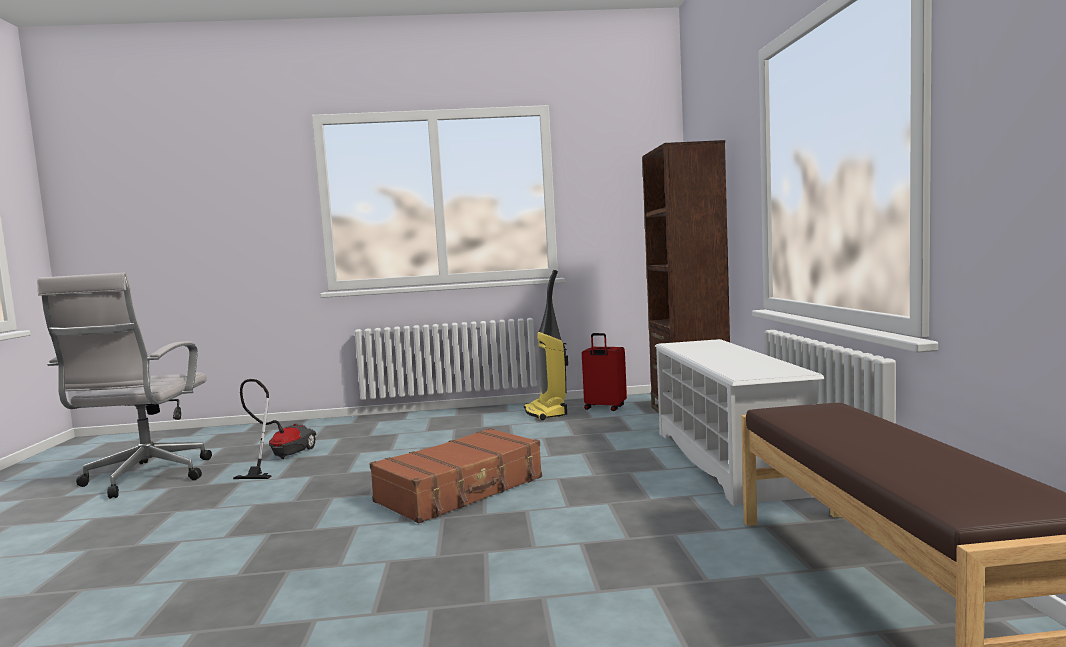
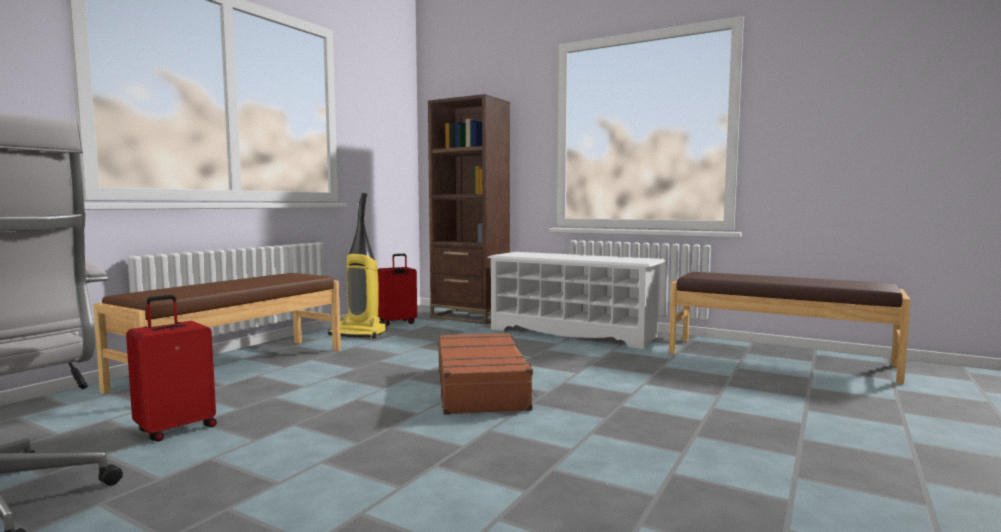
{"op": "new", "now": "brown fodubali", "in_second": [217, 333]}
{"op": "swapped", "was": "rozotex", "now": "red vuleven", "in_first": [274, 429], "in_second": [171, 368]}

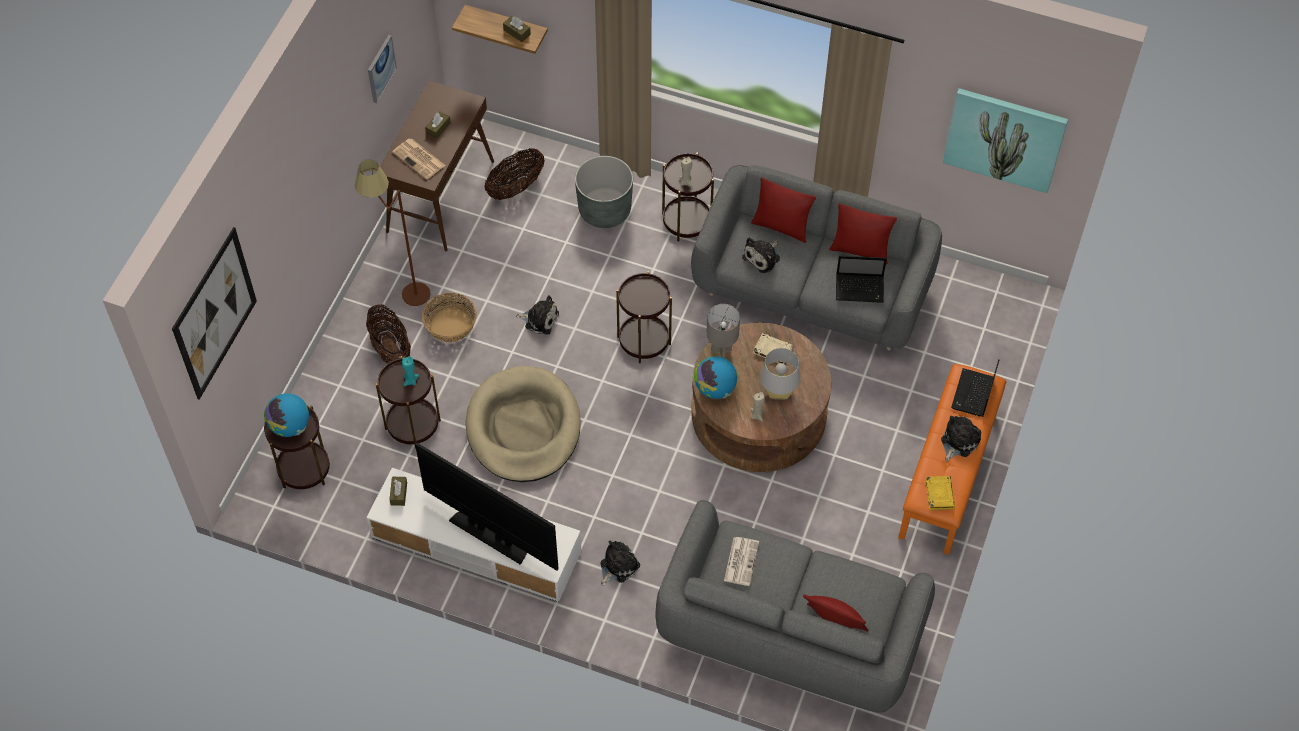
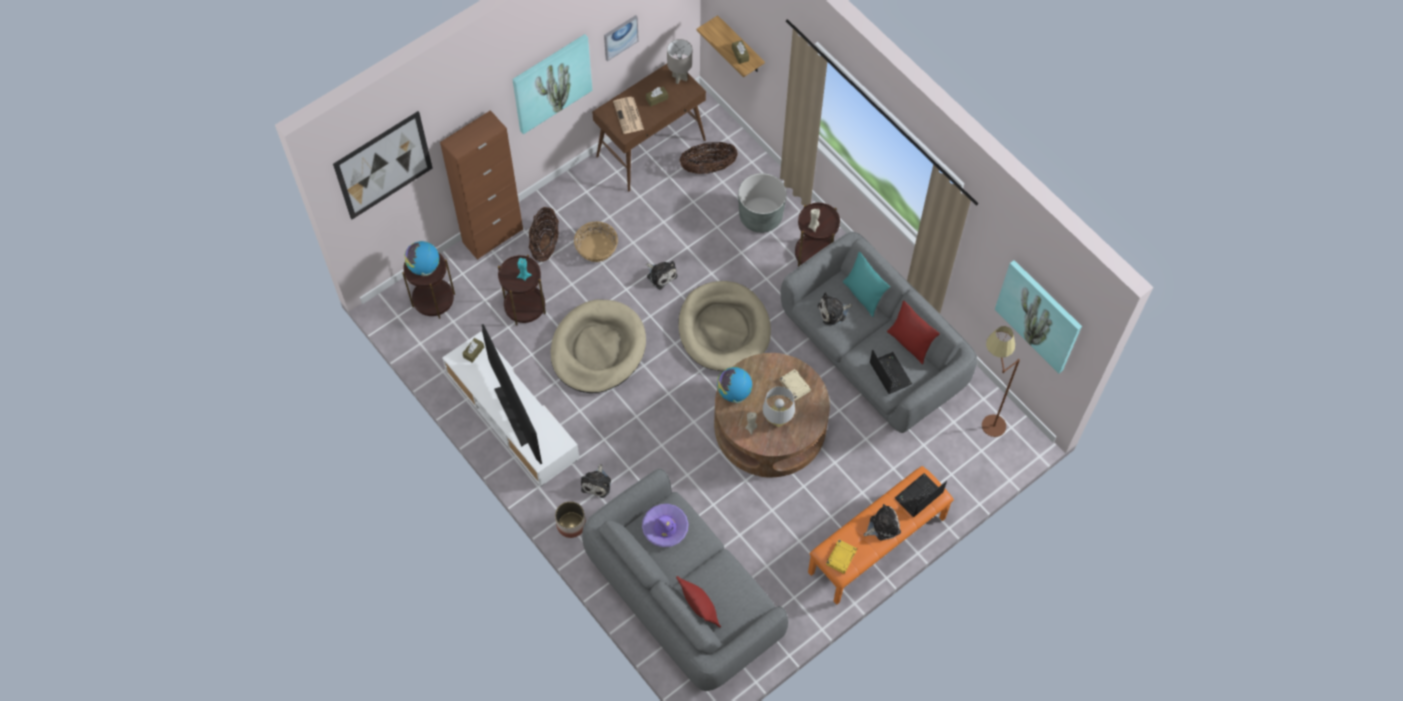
{"op": "new", "now": "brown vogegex", "in_second": [481, 185]}
{"op": "new", "now": "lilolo", "in_second": [552, 84]}
{"op": "new", "now": "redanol", "in_second": [570, 519]}
{"op": "rotated", "was": "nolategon", "in_first": [620, 563], "in_second": [596, 481], "clockwise": 120}
{"op": "swapped", "was": "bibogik", "now": "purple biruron", "in_first": [741, 561], "in_second": [665, 525]}
{"op": "shifted", "was": "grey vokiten", "in_first": [723, 331], "in_second": [679, 61]}
{"op": "swapped", "was": "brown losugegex", "now": "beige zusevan", "in_first": [644, 317], "in_second": [724, 326]}
{"op": "repainted", "was": "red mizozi", "now": "turquoise mizozi", "in_first": [783, 210], "in_second": [866, 284]}
{"op": "rotated", "was": "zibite", "in_first": [861, 279], "in_second": [891, 372], "clockwise": -150}
{"op": "shifted", "was": "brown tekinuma", "in_first": [393, 232], "in_second": [1001, 381]}

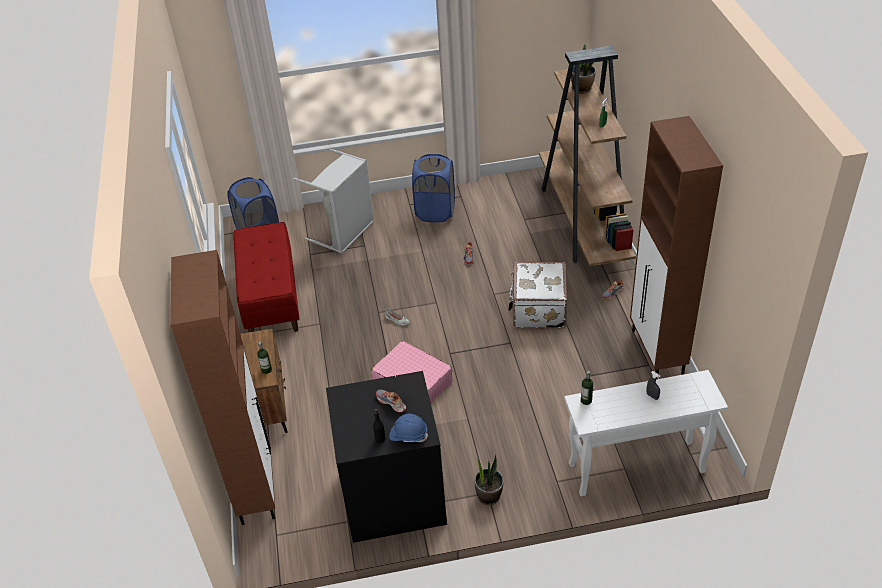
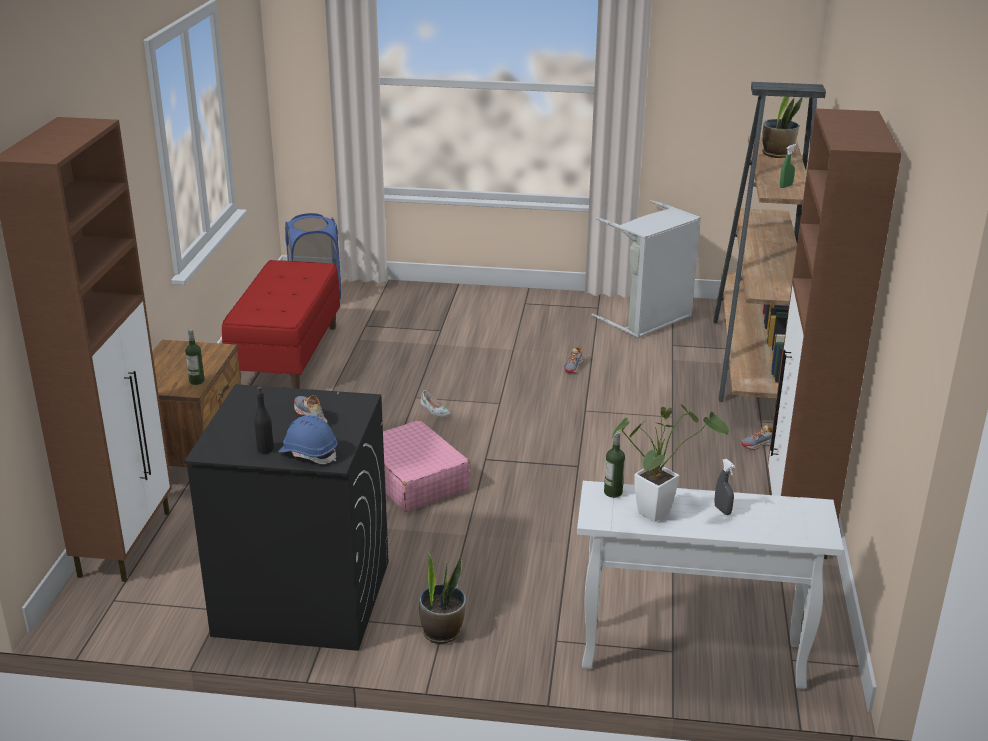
{"op": "shifted", "was": "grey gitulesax", "in_first": [333, 201], "in_second": [646, 269]}
{"op": "new", "now": "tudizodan", "in_second": [670, 463]}
{"op": "gone", "was": "blue gitulesax", "in_first": [433, 188]}
{"op": "gone", "was": "white vuleven", "in_first": [537, 295]}

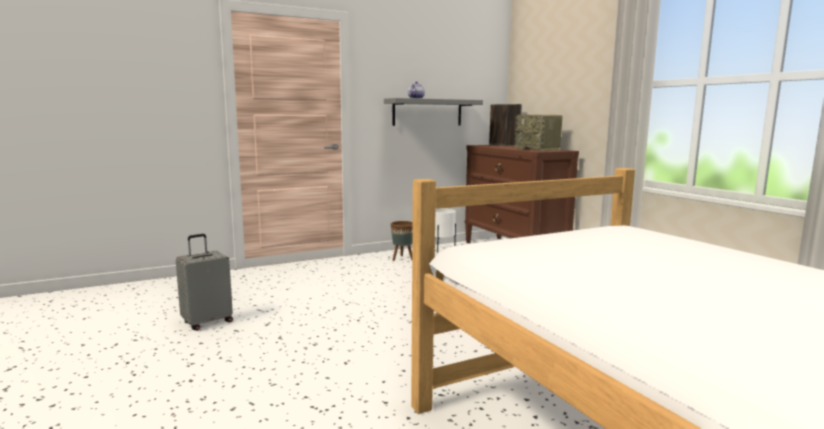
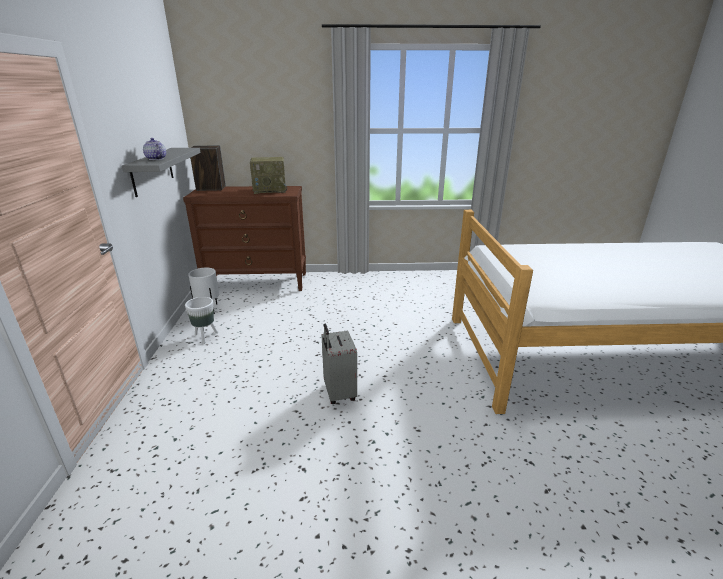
{"op": "repainted", "was": "brown redanol", "now": "white redanol", "in_first": [402, 241], "in_second": [201, 320]}
{"op": "shifted", "was": "grey vuleven", "in_first": [204, 282], "in_second": [339, 364]}

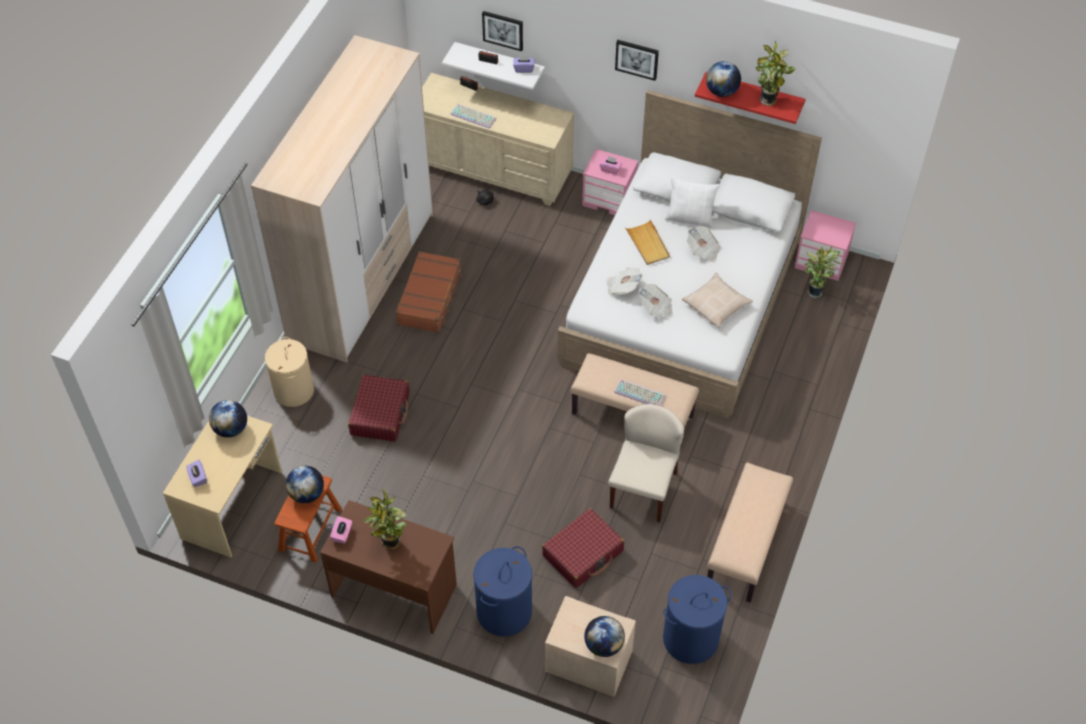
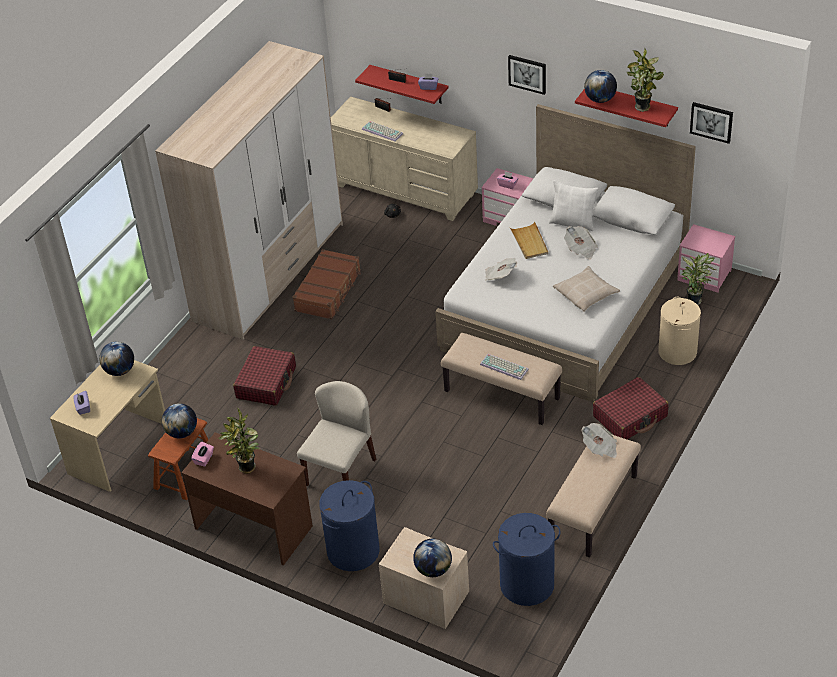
{"op": "shifted", "was": "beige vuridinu", "in_first": [646, 463], "in_second": [336, 434]}
{"op": "repainted", "was": "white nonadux", "now": "red nonadux", "in_first": [493, 66], "in_second": [401, 84]}
{"op": "shifted", "was": "bibogik", "in_first": [656, 300], "in_second": [599, 440]}
{"op": "shifted", "was": "red vuleven", "in_first": [583, 548], "in_second": [630, 408]}
{"op": "shifted", "was": "beige gitulesax", "in_first": [289, 372], "in_second": [679, 331]}
{"op": "shifted", "was": "lilolo", "in_first": [502, 31], "in_second": [711, 123]}

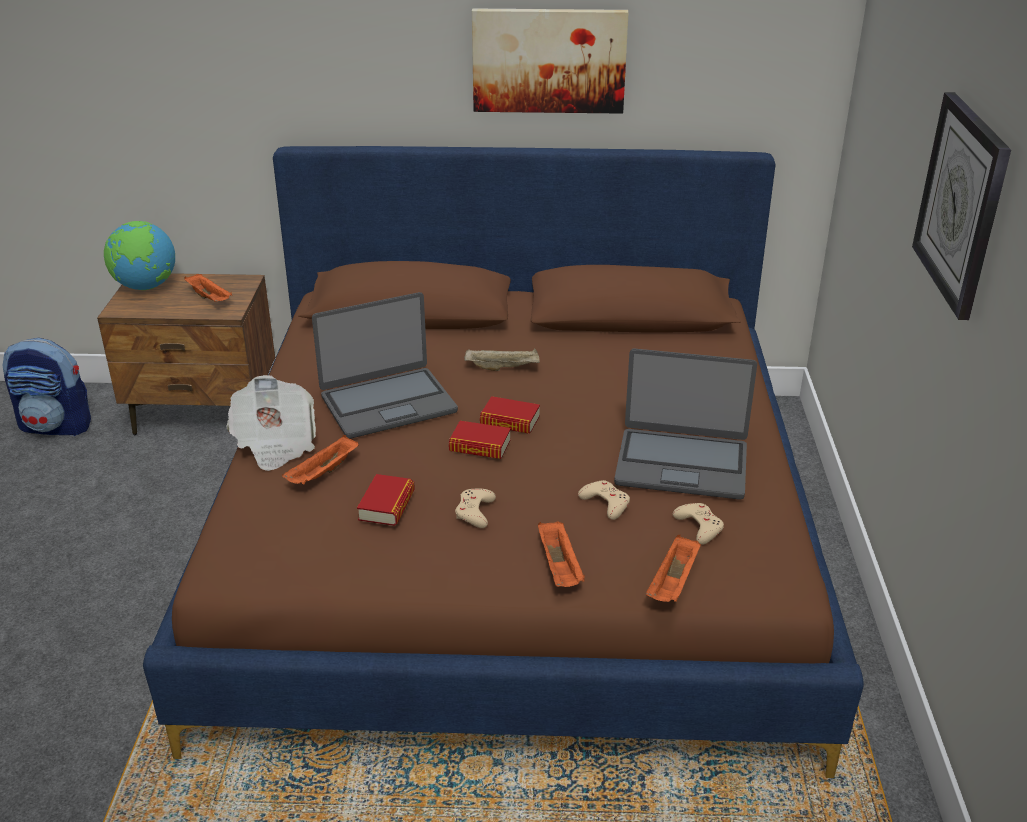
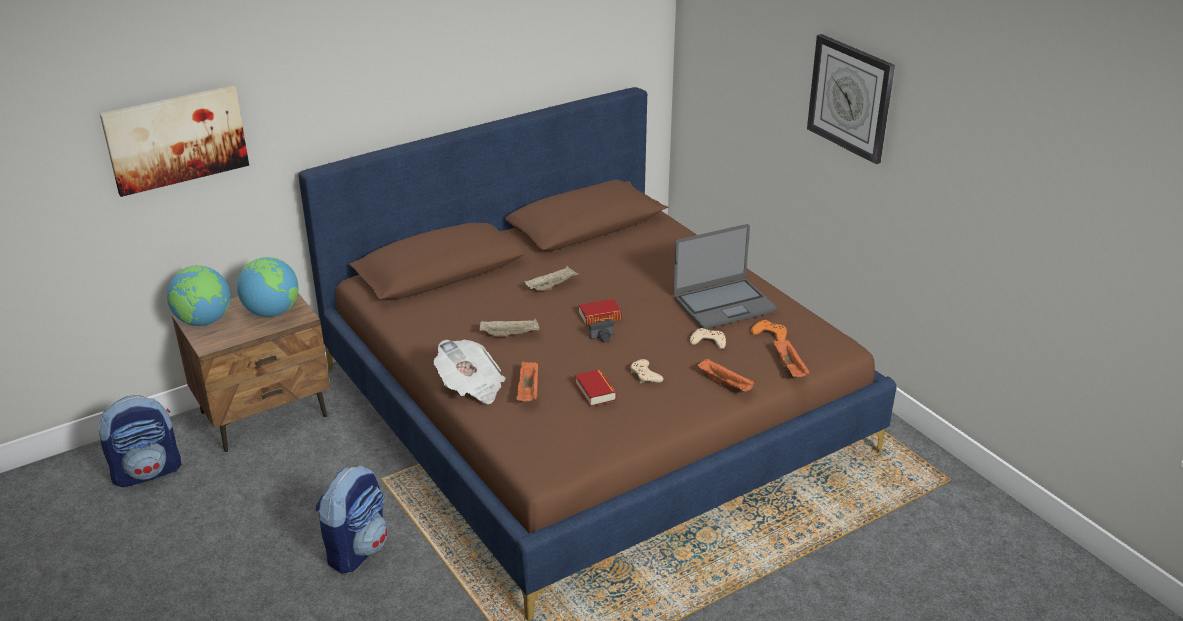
{"op": "shifted", "was": "lilolo", "in_first": [550, 61], "in_second": [174, 141]}
{"op": "swapped", "was": "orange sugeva", "now": "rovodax", "in_first": [208, 288], "in_second": [268, 287]}
{"op": "new", "now": "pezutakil", "in_second": [351, 519]}
{"op": "swapped", "was": "zibite", "now": "beige sugeva", "in_first": [385, 365], "in_second": [509, 328]}
{"op": "swapped", "was": "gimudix", "now": "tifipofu", "in_first": [480, 440], "in_second": [601, 330]}
{"op": "repainted", "was": "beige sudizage", "now": "orange sudizage", "in_first": [698, 524], "in_second": [769, 330]}

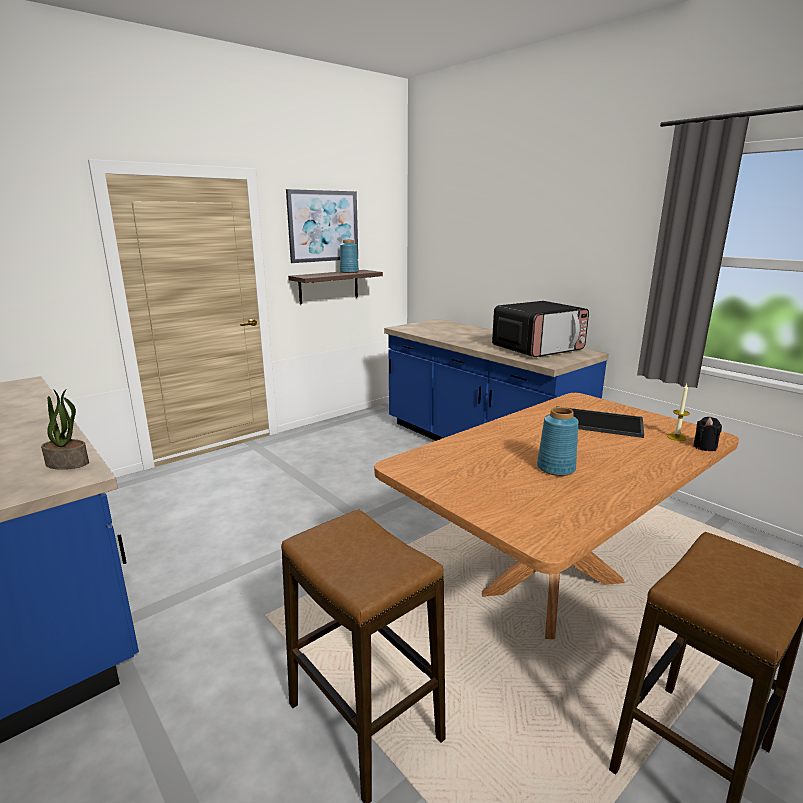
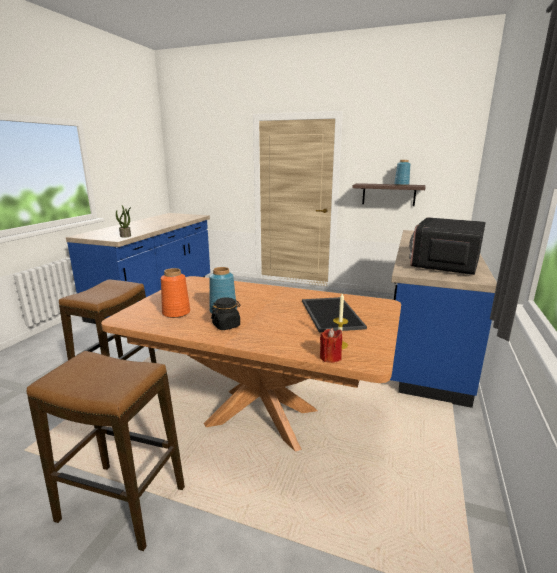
{"op": "new", "now": "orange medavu", "in_second": [175, 293]}
{"op": "new", "now": "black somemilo", "in_second": [226, 313]}
{"op": "repainted", "was": "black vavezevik", "now": "red vavezevik", "in_first": [707, 434], "in_second": [331, 345]}
{"op": "rotated", "was": "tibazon", "in_first": [540, 329], "in_second": [447, 246], "clockwise": 90}
{"op": "gone", "was": "lilolo", "in_first": [322, 226]}

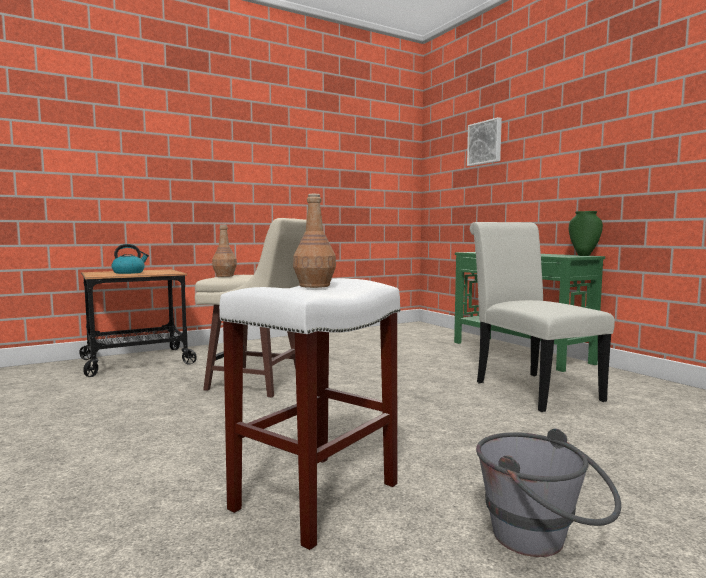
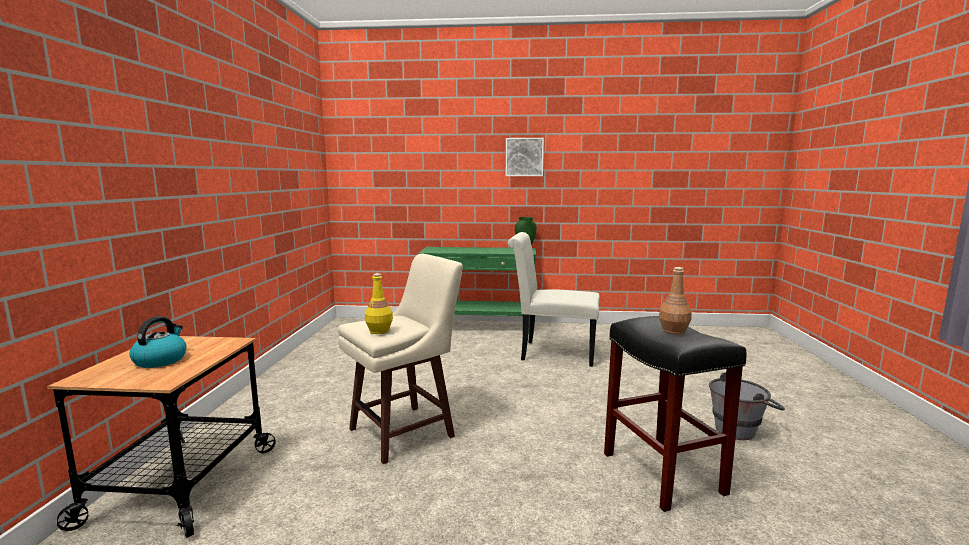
{"op": "repainted", "was": "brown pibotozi", "now": "yellow pibotozi", "in_first": [224, 251], "in_second": [379, 303]}
{"op": "shifted", "was": "lilolo", "in_first": [484, 141], "in_second": [525, 157]}
{"op": "repainted", "was": "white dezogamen", "now": "black dezogamen", "in_first": [309, 414], "in_second": [675, 414]}

